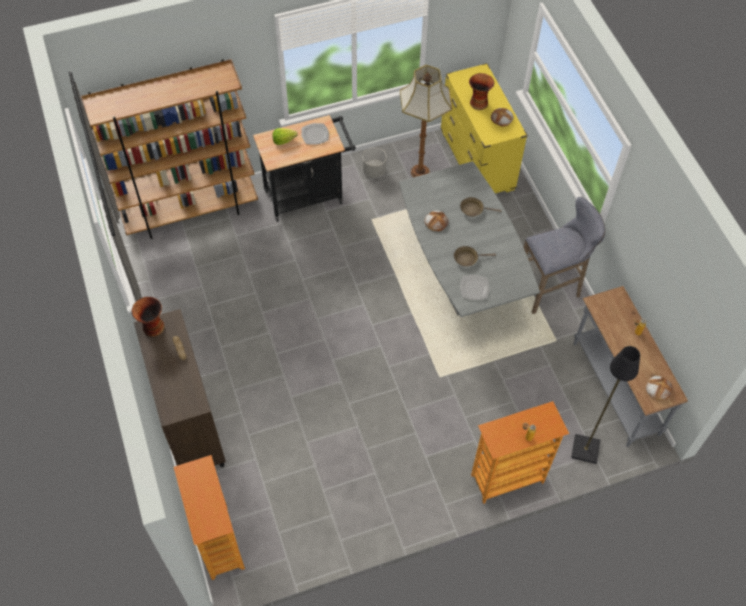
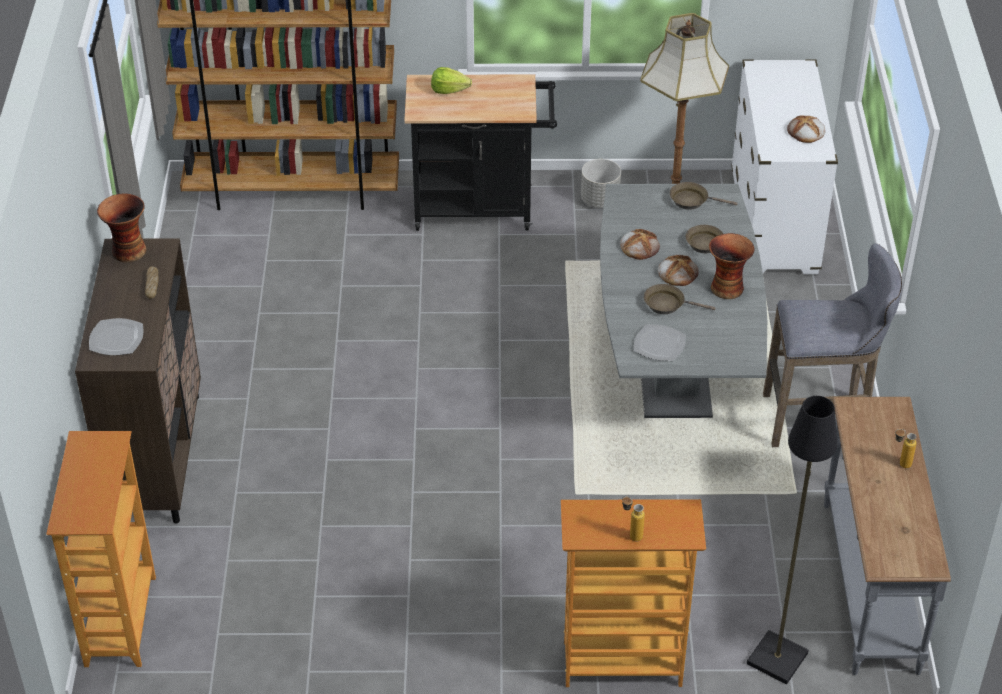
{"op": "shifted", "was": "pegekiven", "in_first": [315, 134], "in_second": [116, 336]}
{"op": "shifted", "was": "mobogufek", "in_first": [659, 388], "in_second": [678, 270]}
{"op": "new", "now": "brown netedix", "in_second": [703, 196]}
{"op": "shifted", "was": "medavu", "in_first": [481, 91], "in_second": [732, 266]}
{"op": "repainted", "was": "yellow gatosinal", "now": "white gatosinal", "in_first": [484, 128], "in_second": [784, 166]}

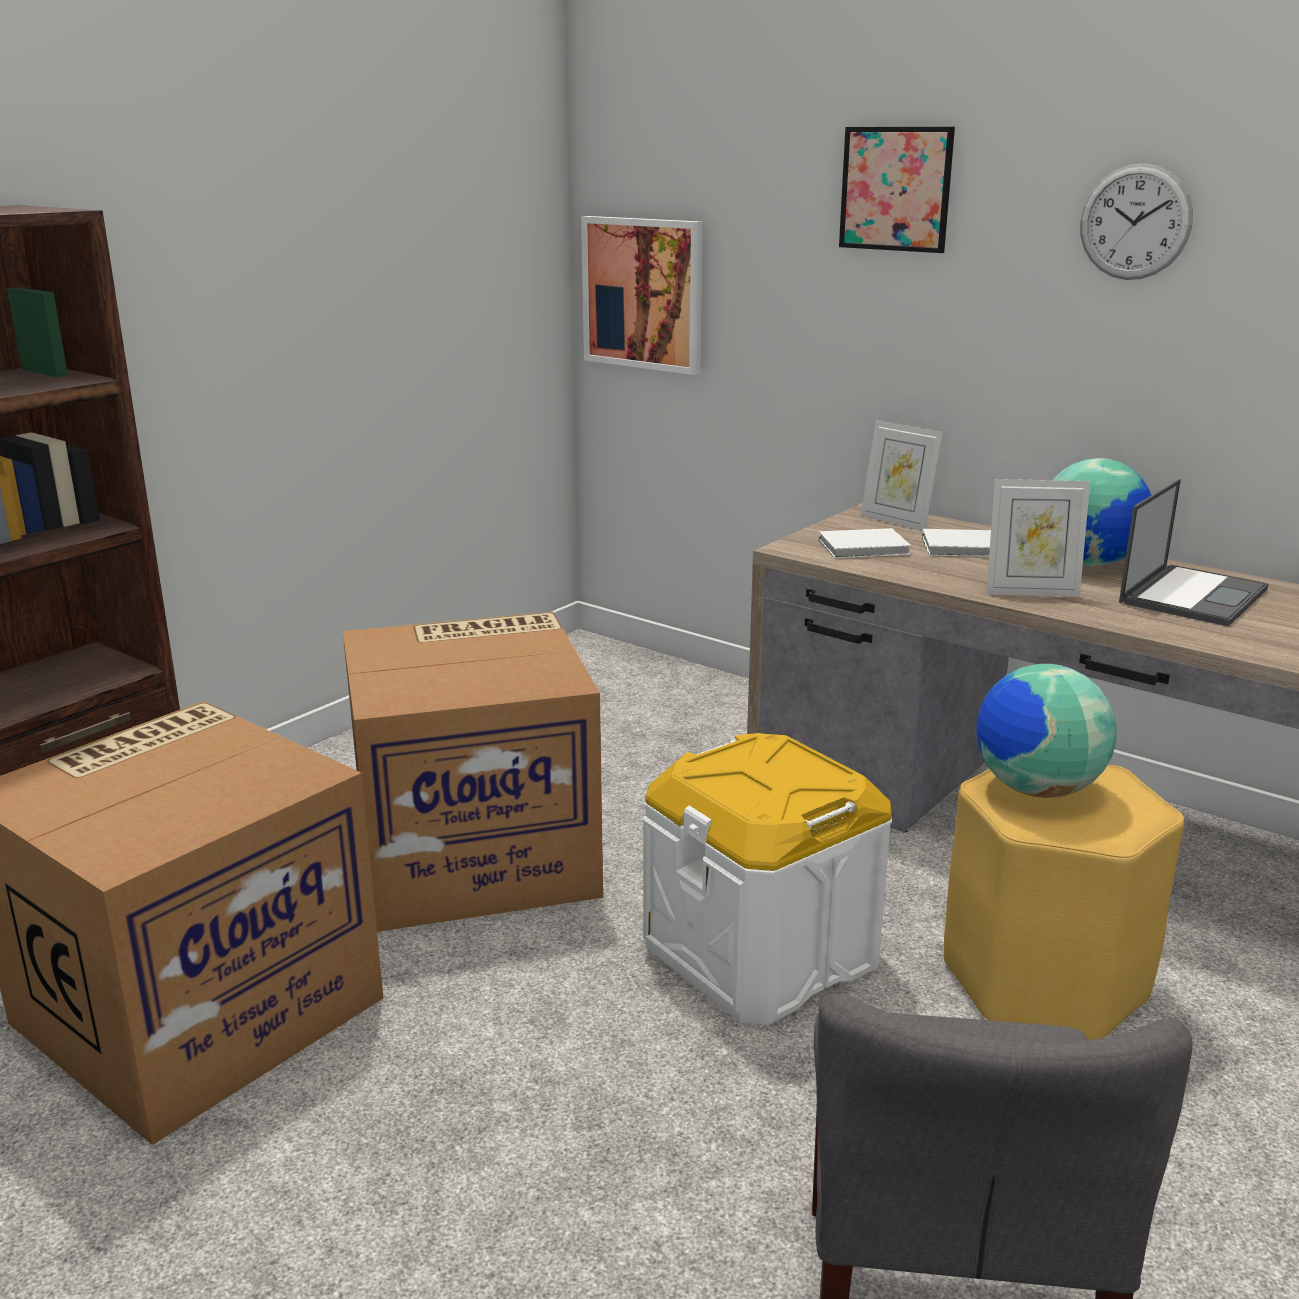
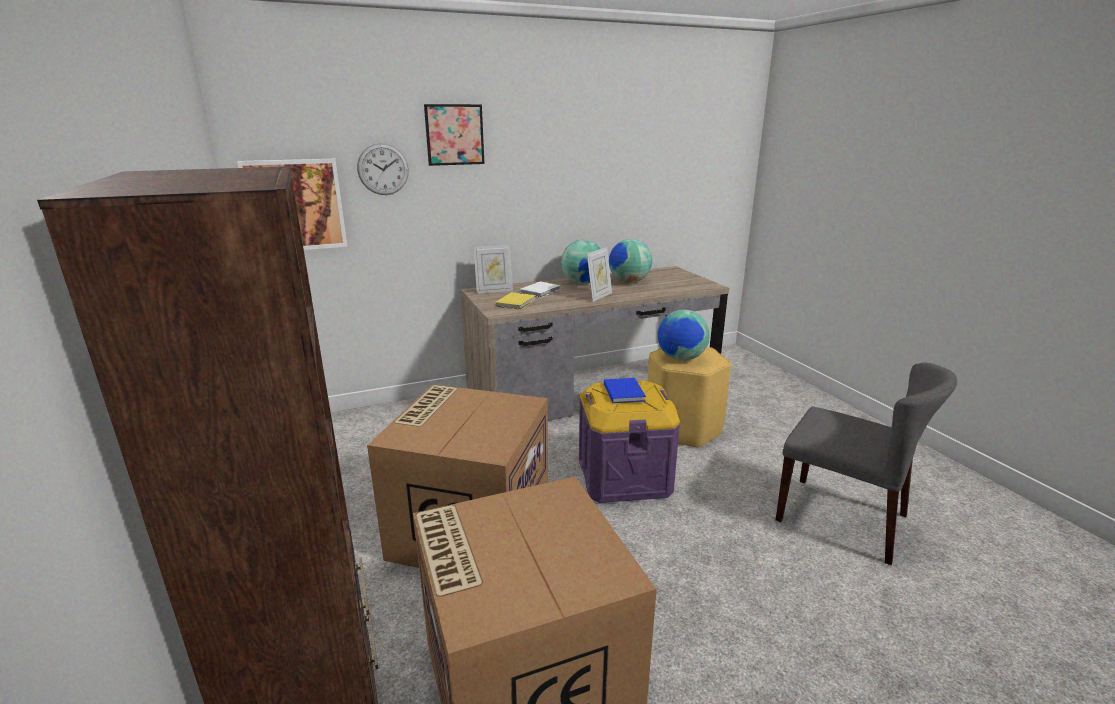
{"op": "shifted", "was": "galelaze", "in_first": [1136, 221], "in_second": [383, 169]}
{"op": "repainted", "was": "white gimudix", "now": "yellow gimudix", "in_first": [865, 543], "in_second": [515, 301]}
{"op": "repainted", "was": "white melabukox", "now": "purple melabukox", "in_first": [767, 879], "in_second": [629, 441]}
{"op": "new", "now": "blue gimudix", "in_second": [625, 390]}
{"op": "swapped", "was": "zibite", "now": "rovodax", "in_first": [1193, 553], "in_second": [630, 261]}

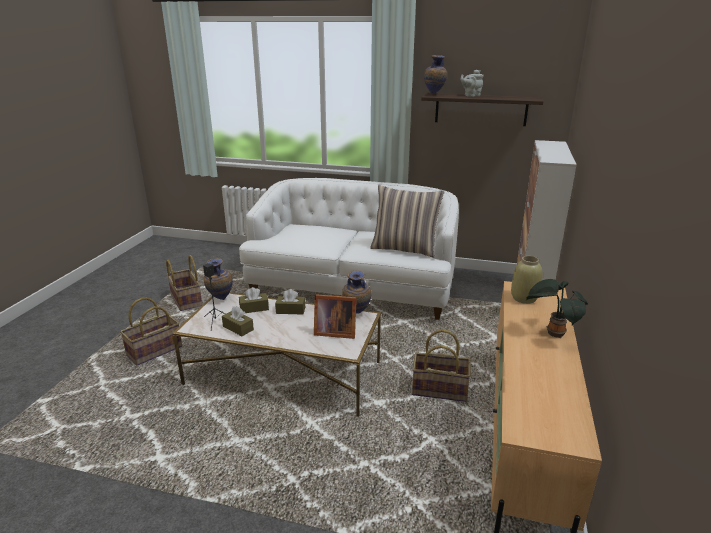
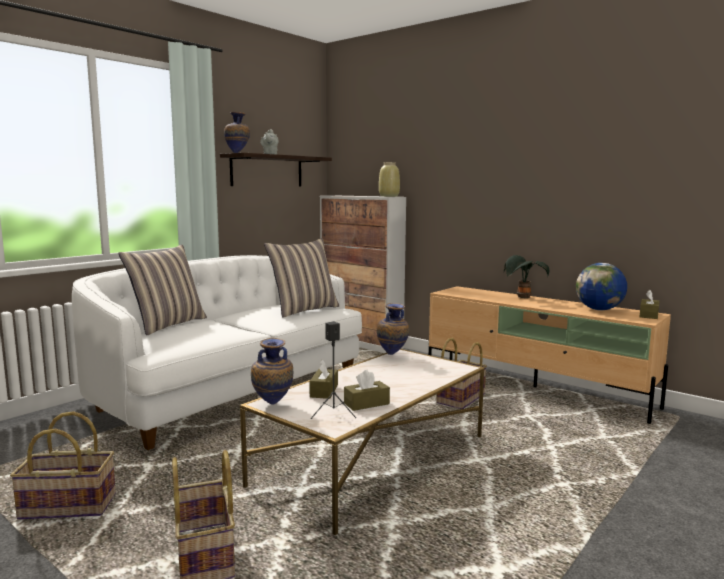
{"op": "new", "now": "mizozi", "in_second": [163, 290]}
{"op": "shifted", "was": "beige medavu", "in_first": [526, 280], "in_second": [389, 179]}
{"op": "new", "now": "rovodax", "in_second": [601, 287]}
{"op": "shifted", "was": "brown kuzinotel", "in_first": [290, 302], "in_second": [649, 304]}
{"op": "gone", "was": "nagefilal", "in_first": [335, 316]}

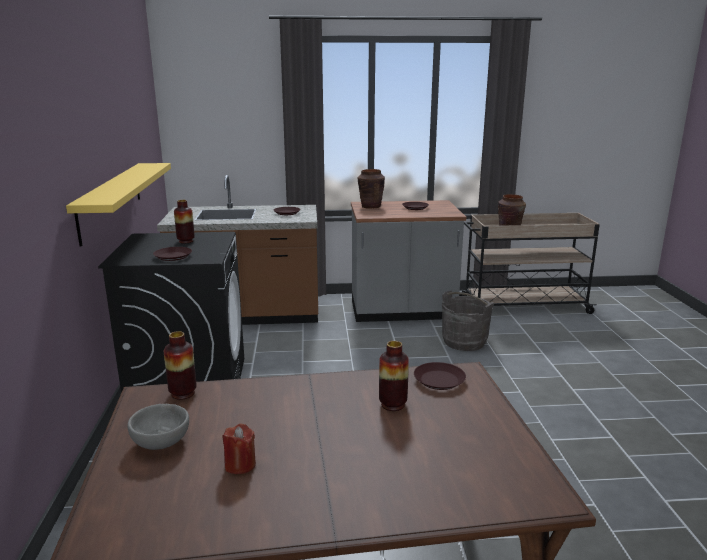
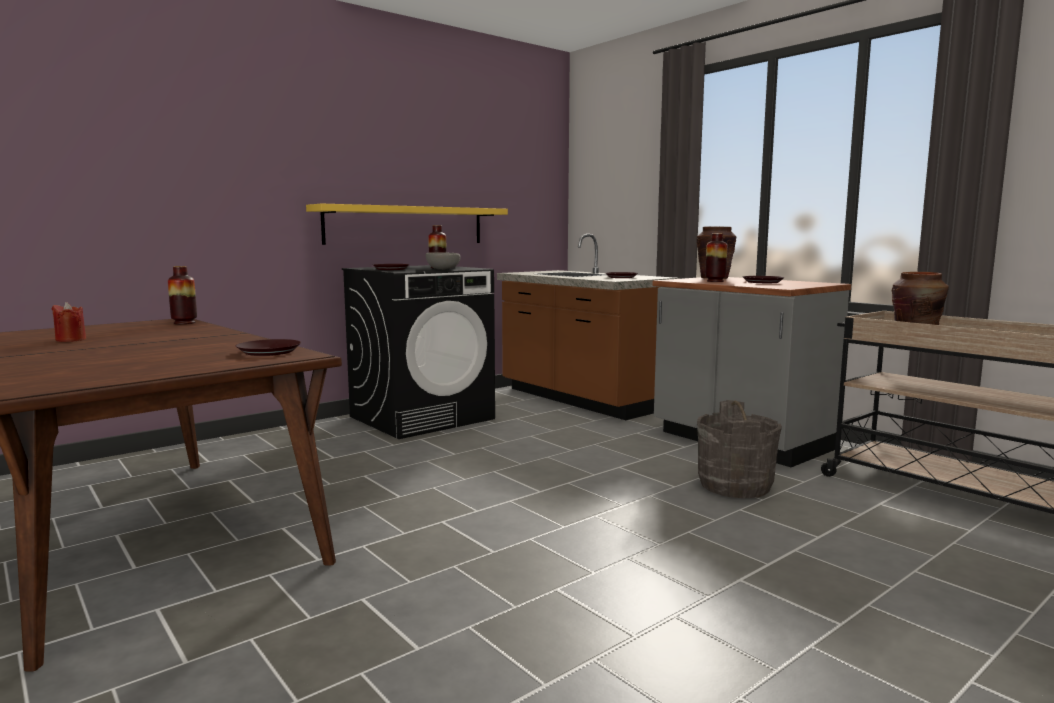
{"op": "shifted", "was": "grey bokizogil", "in_first": [158, 427], "in_second": [443, 261]}
{"op": "shifted", "was": "medavu", "in_first": [394, 376], "in_second": [716, 257]}

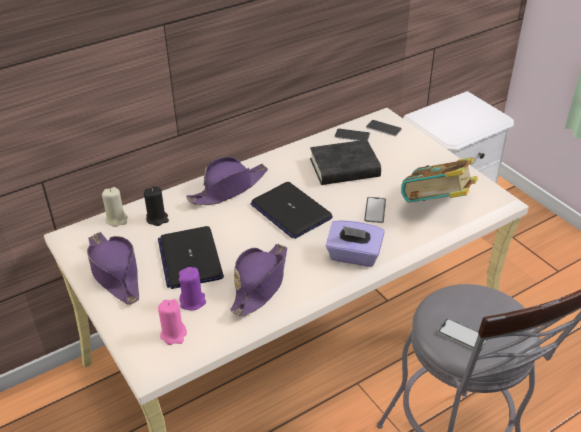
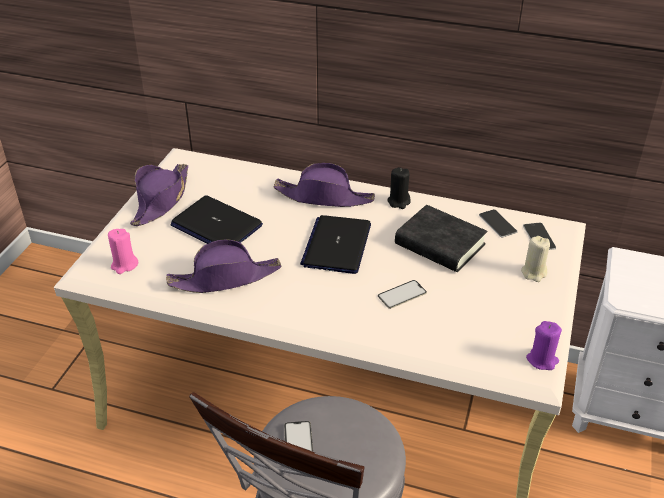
{"op": "rotated", "was": "zibite", "in_first": [191, 257], "in_second": [217, 219], "clockwise": -90}
{"op": "shifted", "was": "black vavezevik", "in_first": [156, 206], "in_second": [399, 188]}
{"op": "shifted", "was": "beige vavezevik", "in_first": [115, 207], "in_second": [535, 259]}
{"op": "shifted", "was": "purple vavezevik", "in_first": [192, 288], "in_second": [544, 345]}
{"op": "gone", "was": "purple kuzinotel", "in_first": [355, 243]}
{"op": "gone", "was": "gimudix", "in_first": [439, 180]}

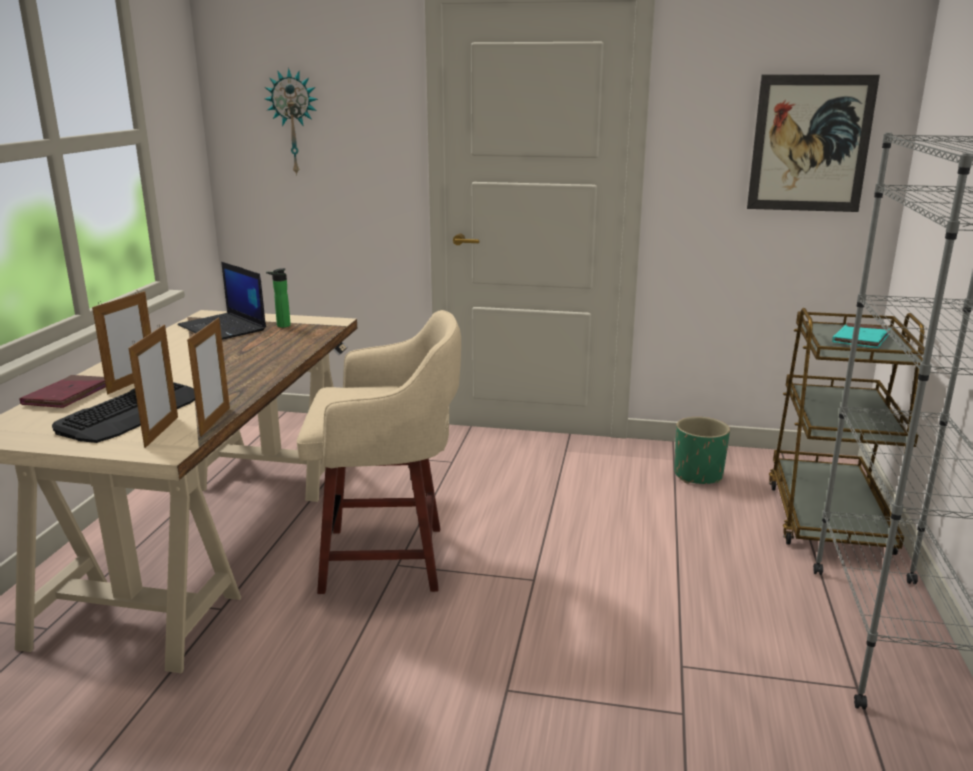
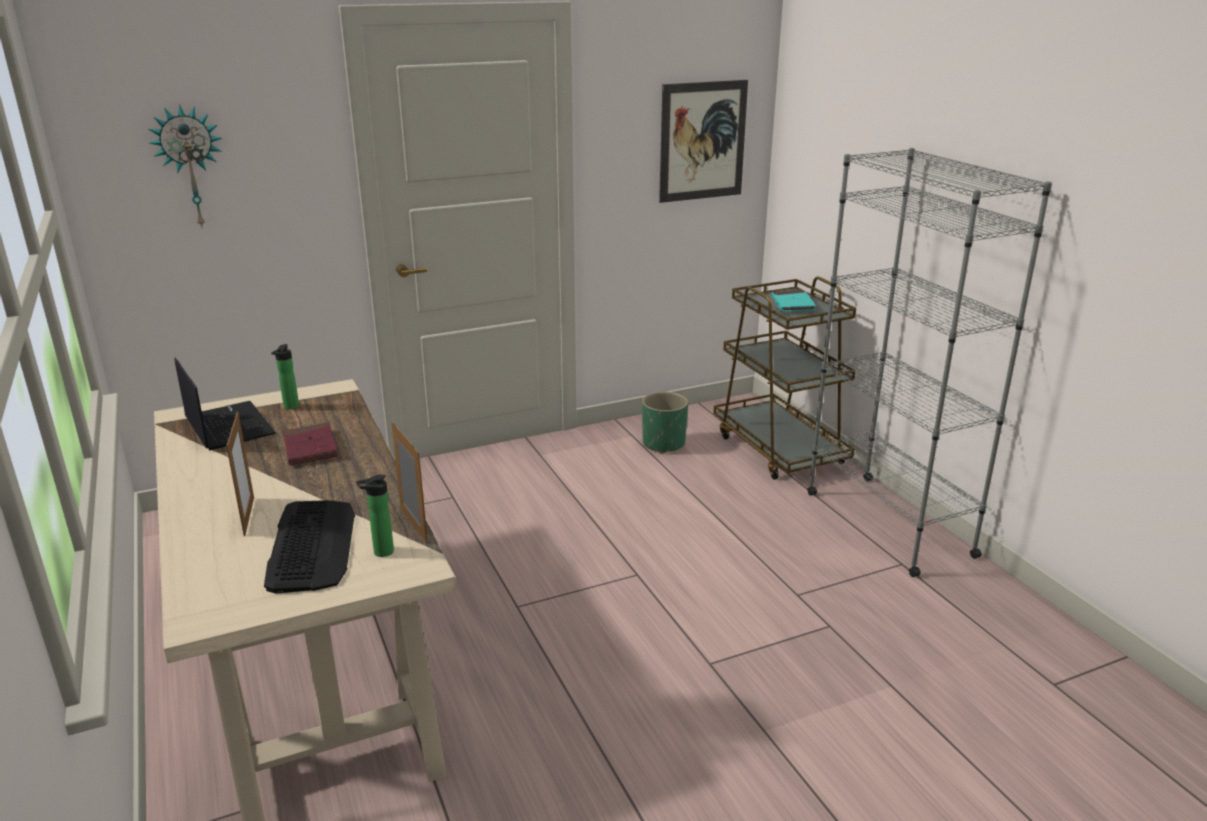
{"op": "rotated", "was": "zibite", "in_first": [221, 301], "in_second": [225, 403], "clockwise": -135}
{"op": "shifted", "was": "red gimudix", "in_first": [62, 391], "in_second": [310, 443]}
{"op": "swapped", "was": "nagefilal", "now": "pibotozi", "in_first": [153, 386], "in_second": [375, 515]}
{"op": "gone", "was": "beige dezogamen", "in_first": [379, 452]}

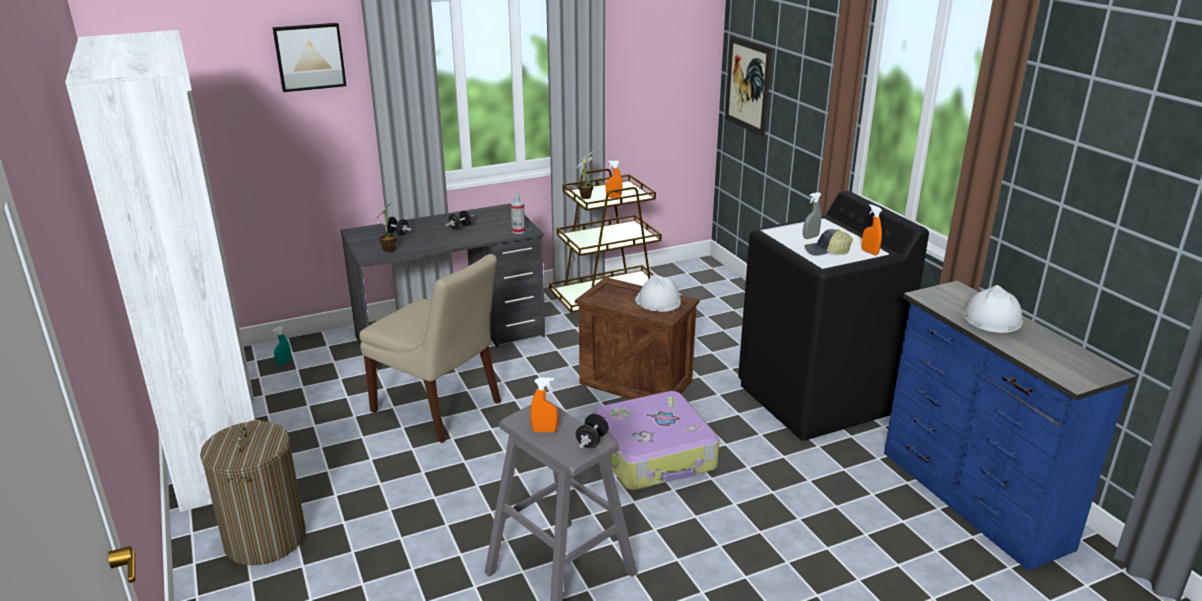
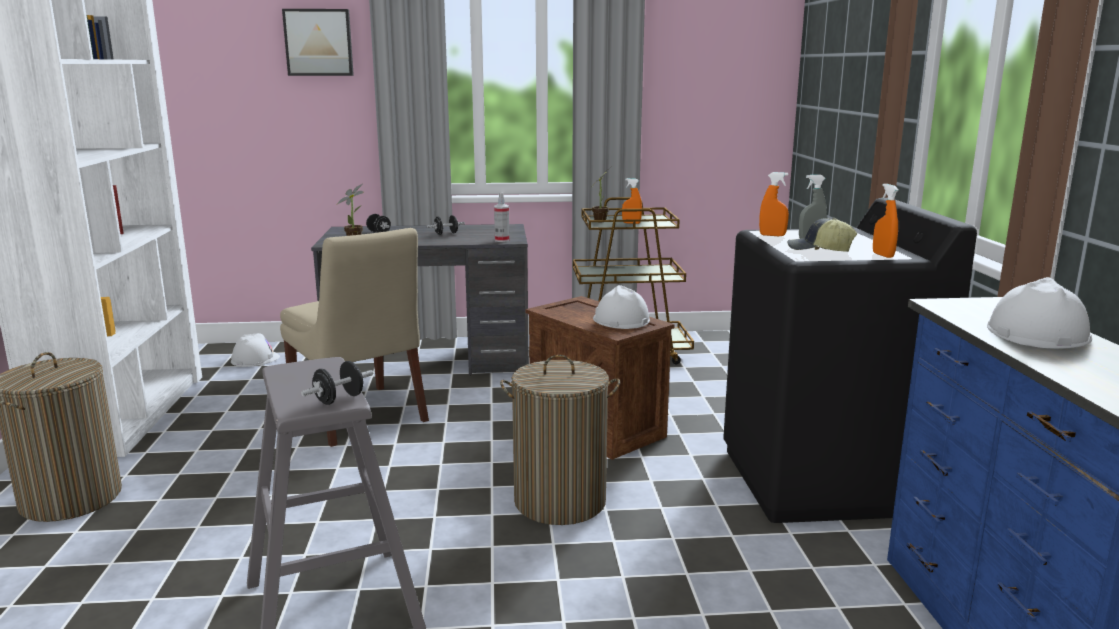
{"op": "swapped", "was": "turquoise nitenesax", "now": "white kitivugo", "in_first": [281, 346], "in_second": [255, 349]}
{"op": "swapped", "was": "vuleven", "now": "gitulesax", "in_first": [656, 440], "in_second": [560, 440]}
{"op": "shifted", "was": "orange nitenesax", "in_first": [544, 405], "in_second": [774, 204]}
{"op": "gone", "was": "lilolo", "in_first": [748, 86]}

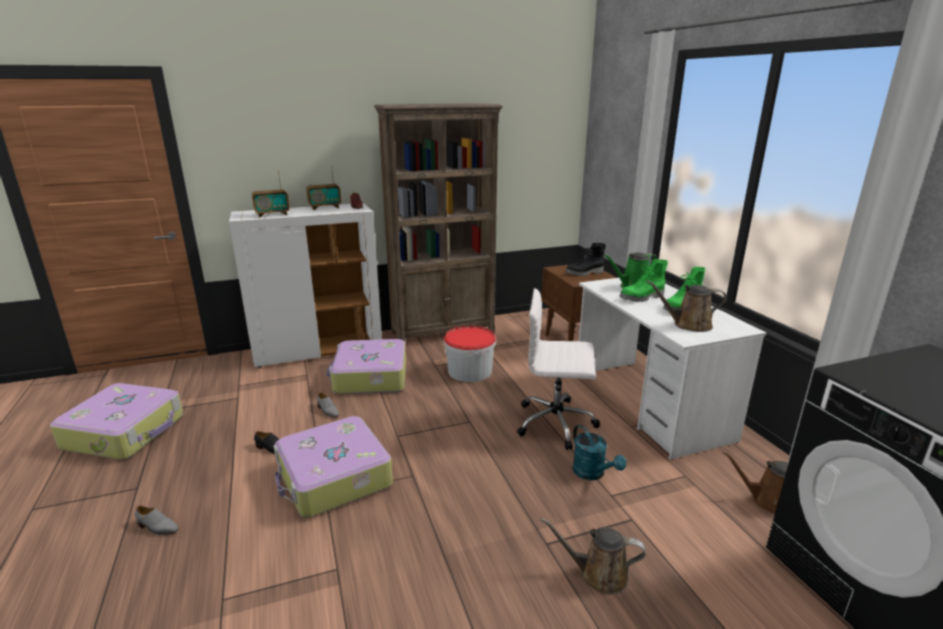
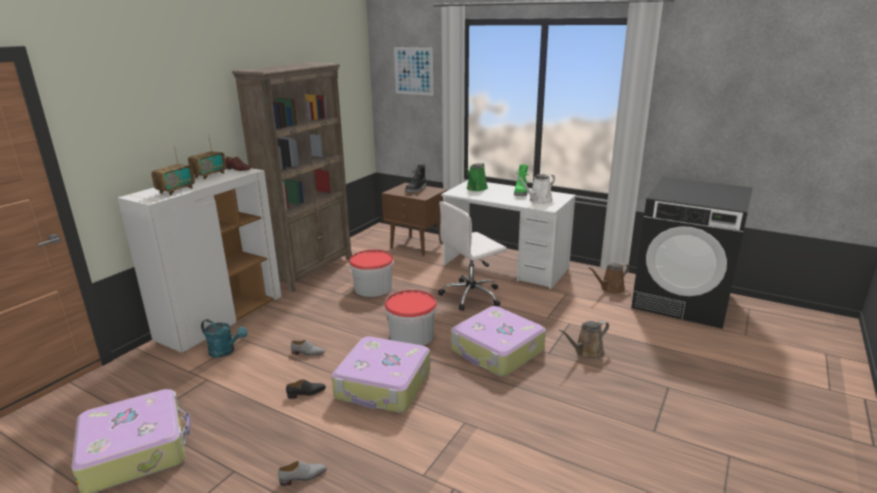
{"op": "shifted", "was": "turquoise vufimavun", "in_first": [599, 452], "in_second": [224, 338]}
{"op": "new", "now": "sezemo", "in_second": [411, 318]}
{"op": "new", "now": "lilolo", "in_second": [413, 71]}
{"op": "shifted", "was": "vuleven", "in_first": [366, 366], "in_second": [498, 341]}
{"op": "repainted", "was": "brown vufimavun", "now": "white vufimavun", "in_first": [686, 306], "in_second": [536, 189]}
{"op": "gone", "was": "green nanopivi", "in_first": [643, 280]}

